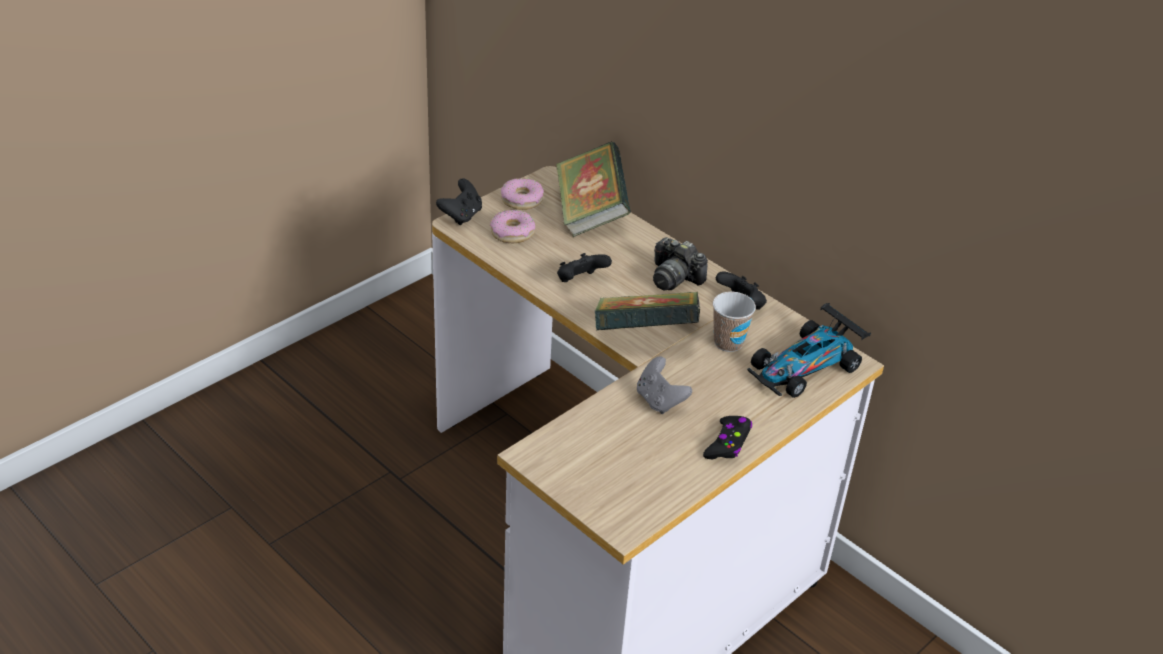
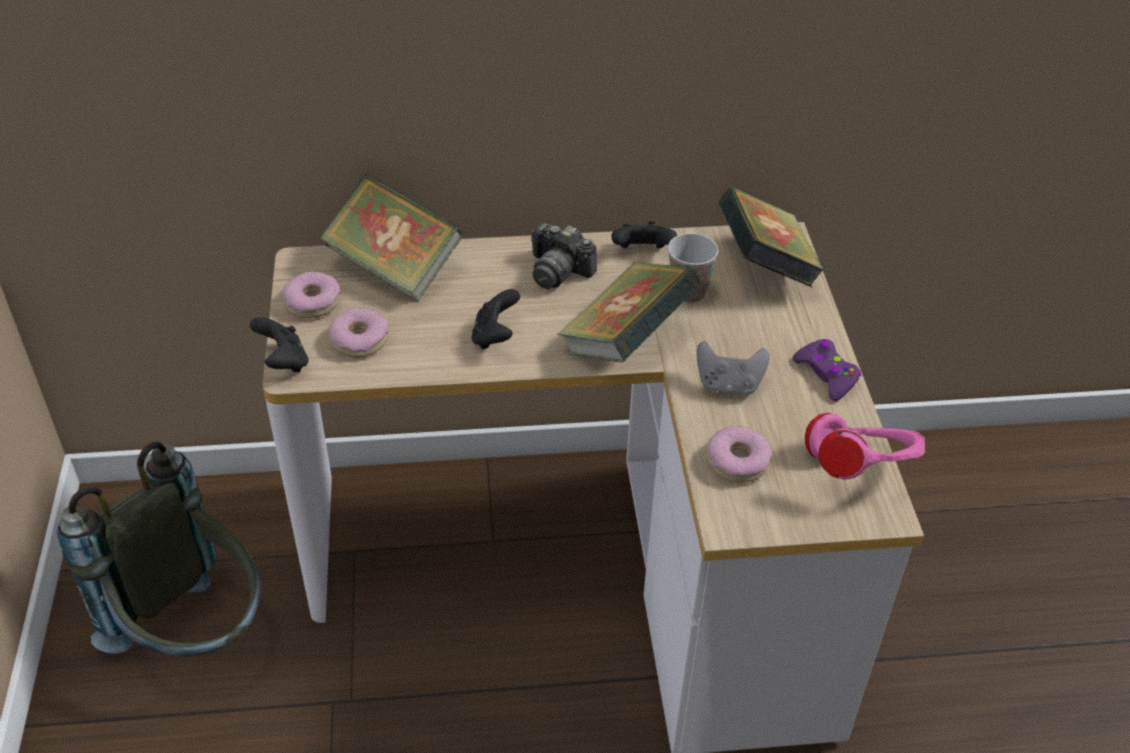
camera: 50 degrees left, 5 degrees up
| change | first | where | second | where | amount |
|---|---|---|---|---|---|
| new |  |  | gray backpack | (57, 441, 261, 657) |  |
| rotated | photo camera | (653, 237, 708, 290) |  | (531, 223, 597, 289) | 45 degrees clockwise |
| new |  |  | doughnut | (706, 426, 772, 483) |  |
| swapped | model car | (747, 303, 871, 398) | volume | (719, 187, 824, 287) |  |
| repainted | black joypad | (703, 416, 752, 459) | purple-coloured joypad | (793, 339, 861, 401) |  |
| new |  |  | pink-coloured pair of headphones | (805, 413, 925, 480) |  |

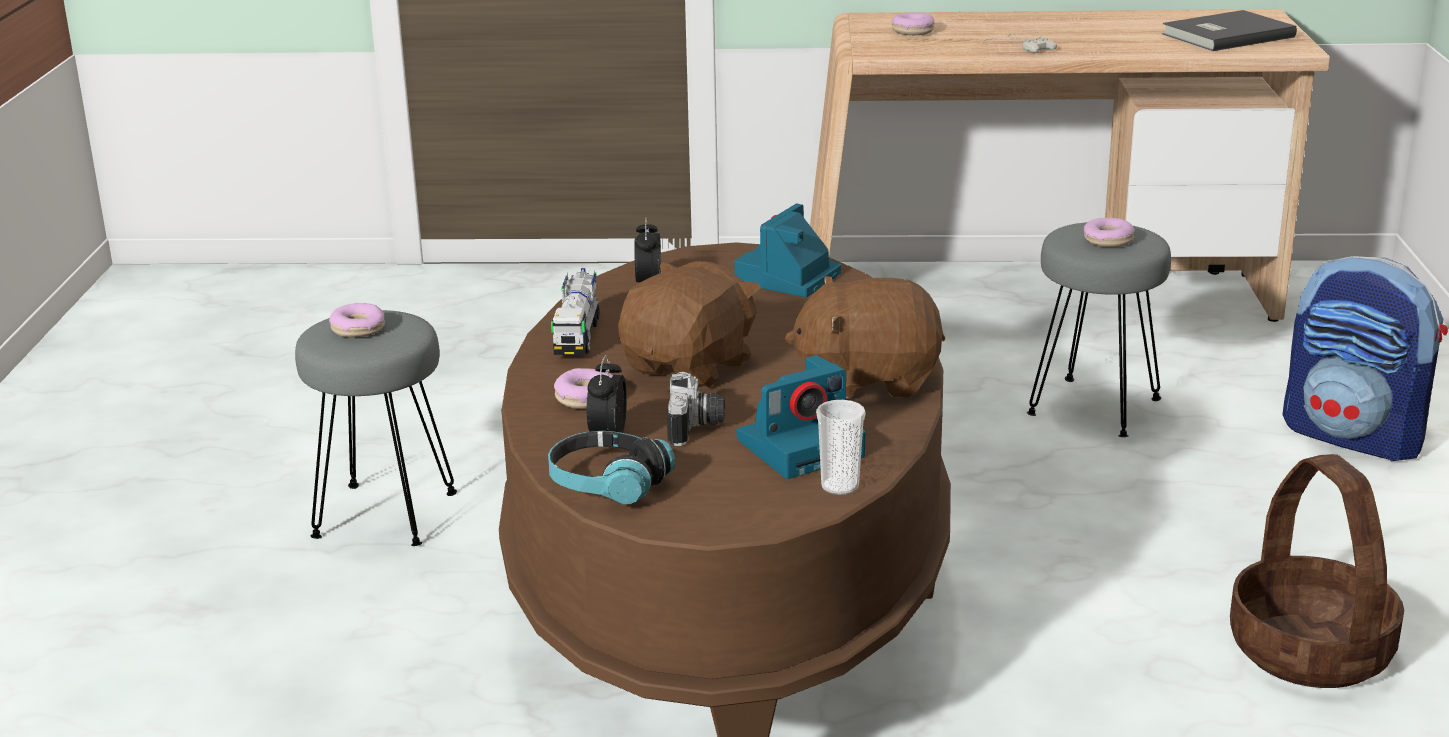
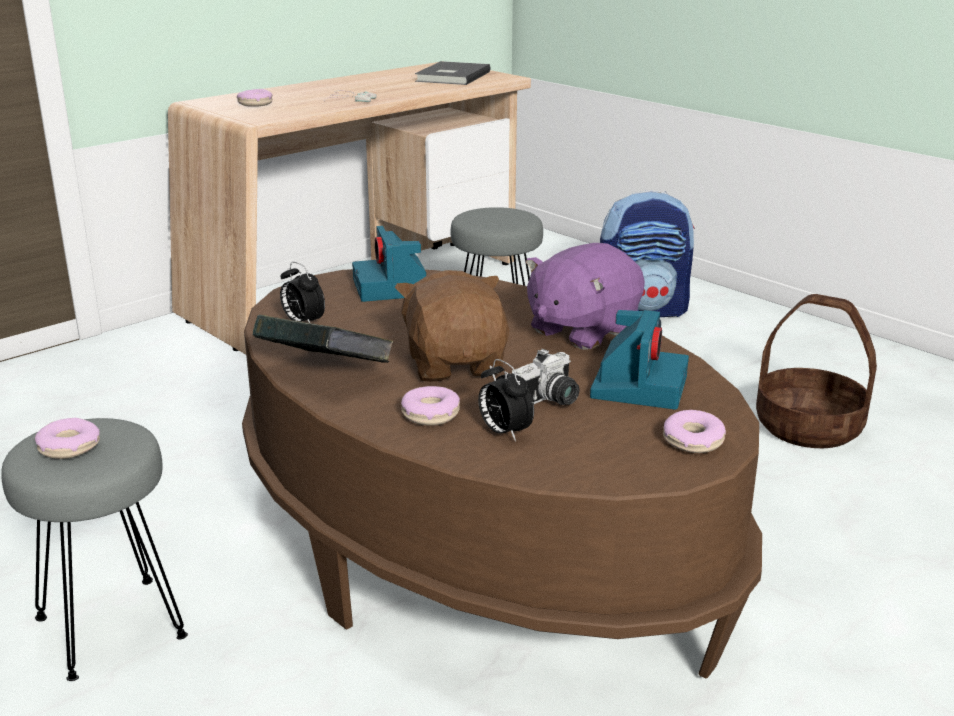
camera: 45 degrees left, 0 degrees up
| change | first | where | second | where | amount |
|---|---|---|---|---|---|
| swapped | toy lorry | (551, 268, 600, 355) | volume | (253, 315, 394, 363) |  |
| rotated | photo camera | (667, 372, 725, 446) |  | (512, 349, 580, 405) | 90 degrees clockwise |
| repainted | brown-coloured plush toy | (785, 276, 945, 398) | purple-coloured plush toy | (526, 243, 645, 350) |  |
| shifted | doughnut | (1084, 218, 1135, 247) |  | (663, 410, 726, 453) |  |
| gone | pair of headphones | (548, 431, 675, 504) |  |  |  |
| gone | cup | (816, 400, 866, 495) |  |  |  |

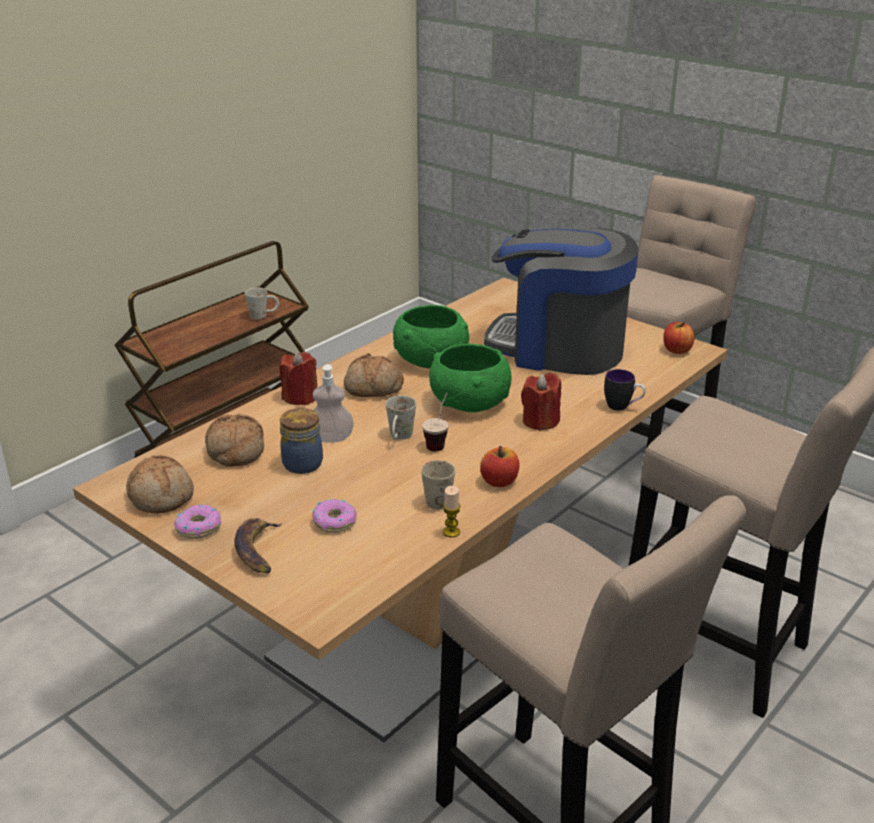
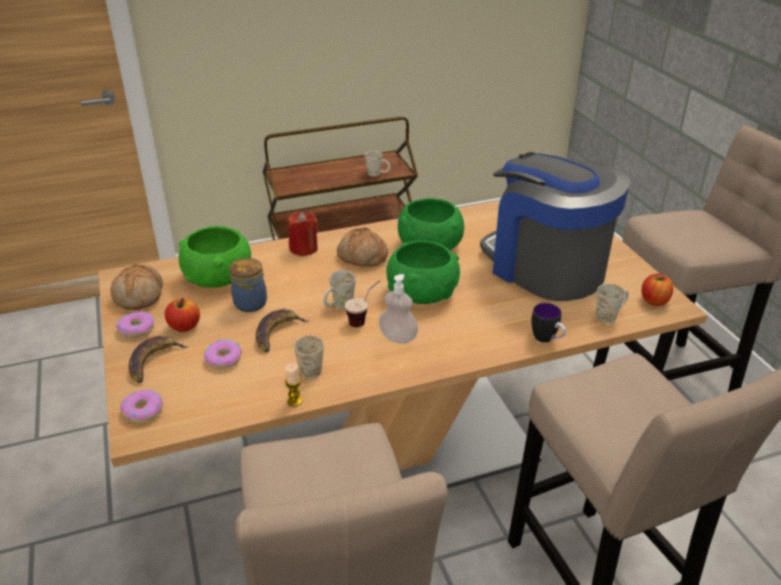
camera: 30 degrees right, 5 degrees up
| change | first | where | second | where | amount |
|---|---|---|---|---|---|
| new |  |  | doughnut | (121, 389, 163, 423) |  |
| shifted | apple | (480, 446, 519, 487) |  | (165, 298, 200, 332) |  |
| swapped | bread | (205, 413, 264, 467) | green bowl | (179, 226, 251, 288) |  |
| new |  |  | banana | (256, 309, 308, 352) |  |
| shifted | soap bottle | (313, 364, 354, 443) |  | (379, 274, 418, 344) |  |
| new |  |  | whitish coffee mug | (596, 284, 629, 323) |  |
| gone | red-coloured wax light | (521, 373, 561, 431) |  |  |  |

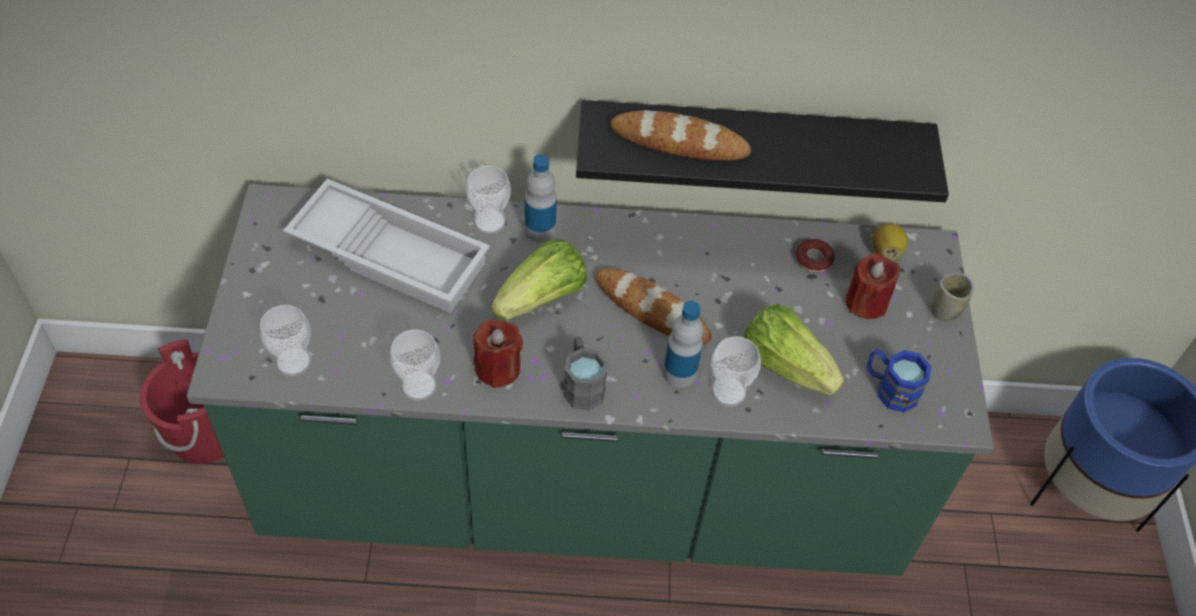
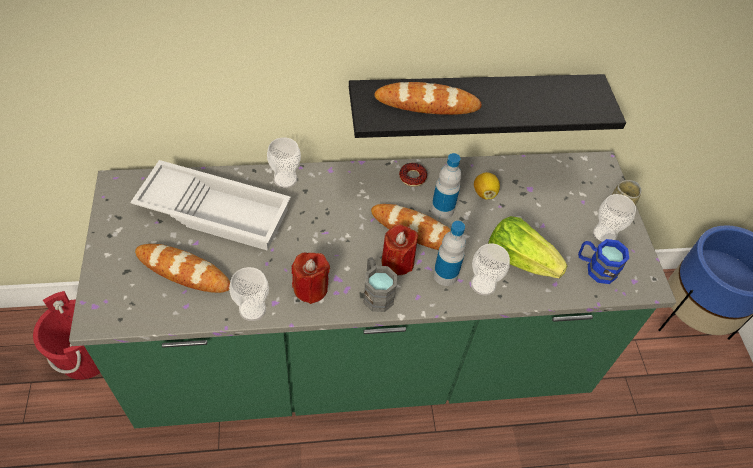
camera: 10 degrees left, 0 degrees up
| change | first | where | second | where | amount |
|---|---|---|---|---|---|
| new |  |  | bread | (135, 244, 230, 293) |  |
| shifted | red-coloured wax light | (845, 253, 900, 319) |  | (381, 224, 418, 275) |  |
| shifted | doughnut | (796, 239, 835, 272) |  | (399, 163, 427, 187) |  |
| shifted | bottle | (525, 154, 557, 243) |  | (431, 153, 461, 219) |  |
| shifted | lemon | (872, 223, 908, 260) |  | (474, 172, 500, 199) |  |
| shifted | cup | (259, 305, 311, 376) |  | (593, 194, 636, 243) |  |
| gone | head of lettuce | (491, 239, 587, 321) |  |  |  |

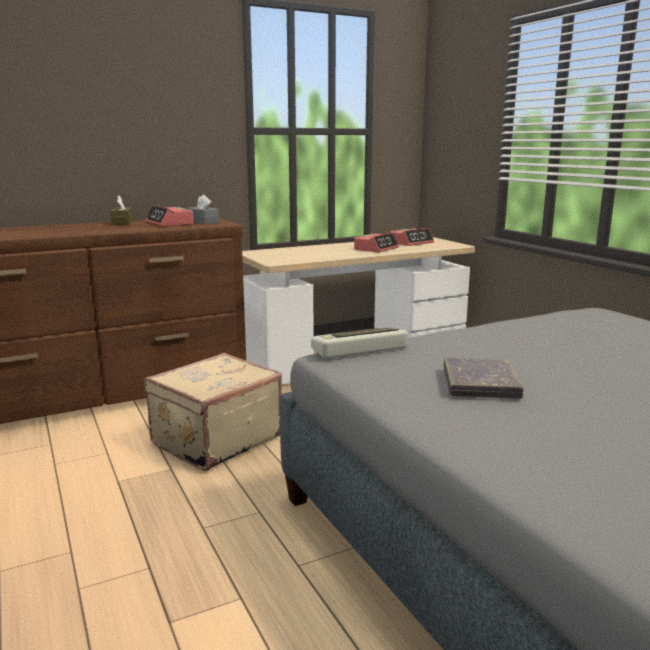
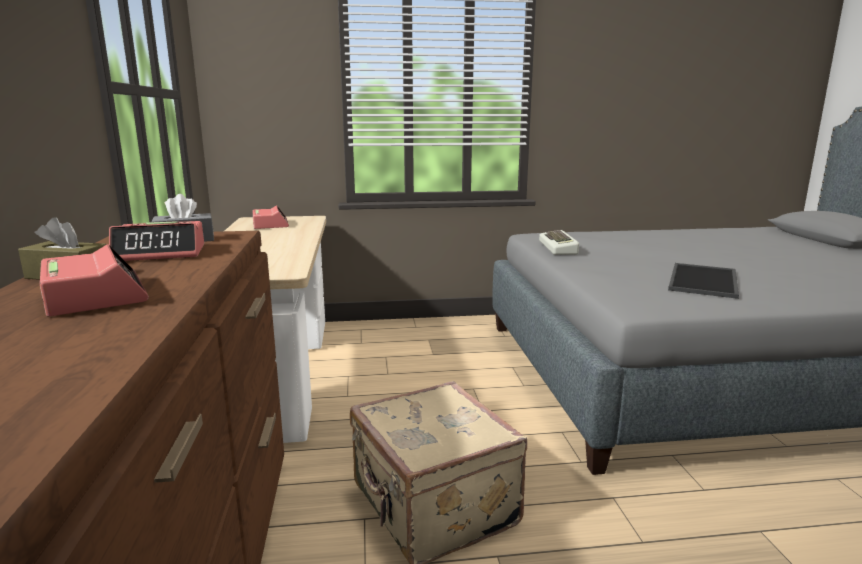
camera: 70 degrees left, 0 degrees up
| change | first | where | second | where | amount |
|---|---|---|---|---|---|
| shifted | table clock | (354, 232, 399, 252) |  | (40, 244, 149, 316) |  |
| shifted | PC keyboard | (311, 327, 408, 359) |  | (539, 230, 579, 255) |  |
| swapped | gray volume | (444, 358, 523, 399) | serving tray | (668, 263, 739, 299) |  |

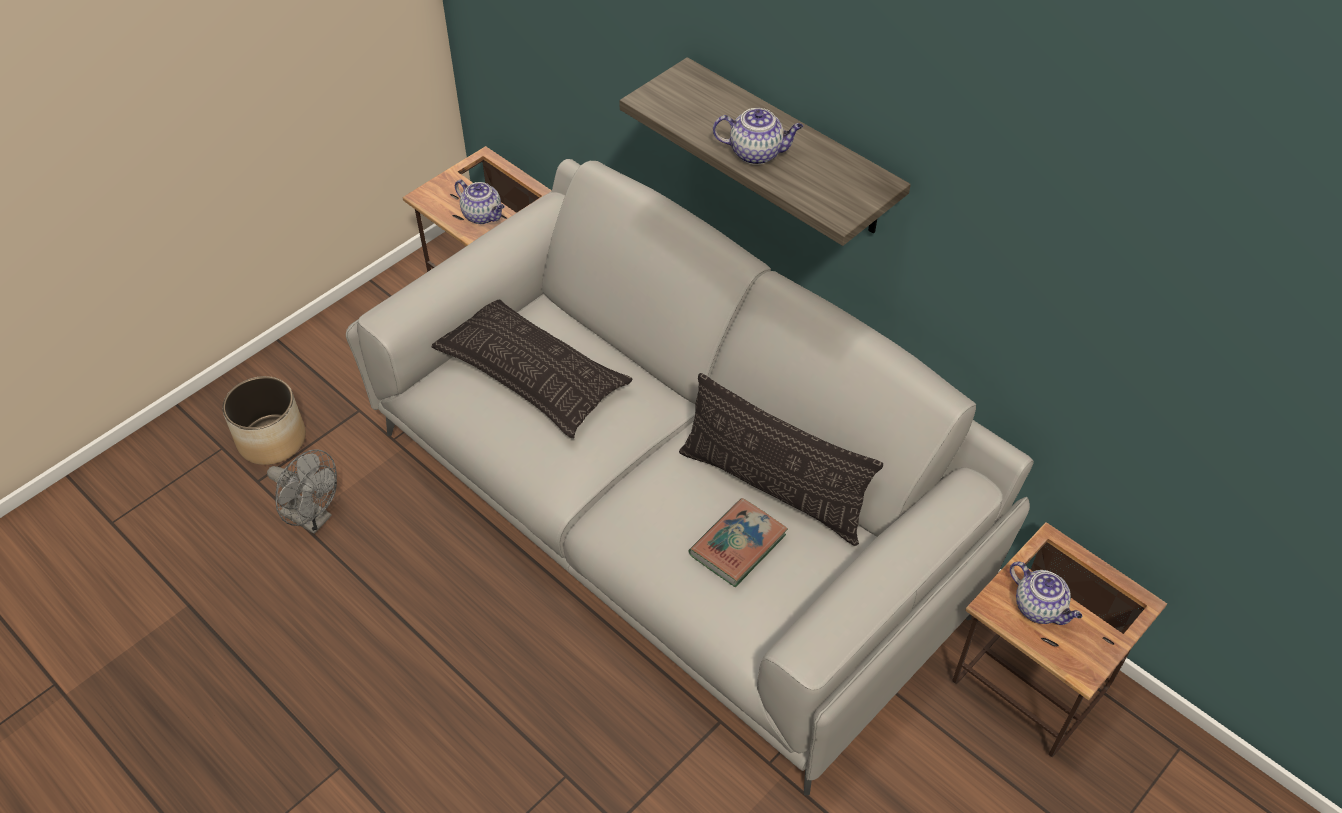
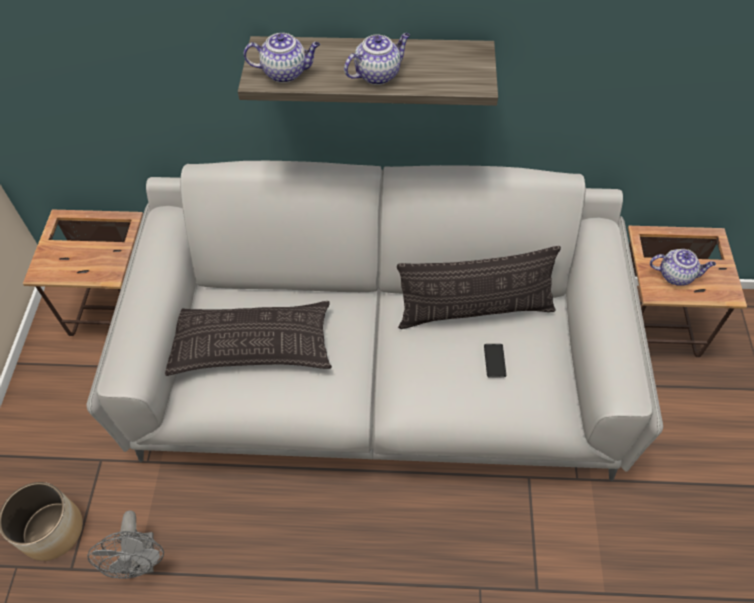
camera: 40 degrees left, 5 degrees up
| change | first | where | second | where | amount |
|---|---|---|---|---|---|
| rotated | gray cooling fan | (267, 449, 337, 534) |  | (87, 511, 164, 579) | 90 degrees clockwise |
| shifted | pot for tea | (455, 180, 505, 224) |  | (244, 33, 320, 83) |  |
| swapped | volume | (688, 498, 788, 587) | handset | (484, 344, 506, 378) |  |

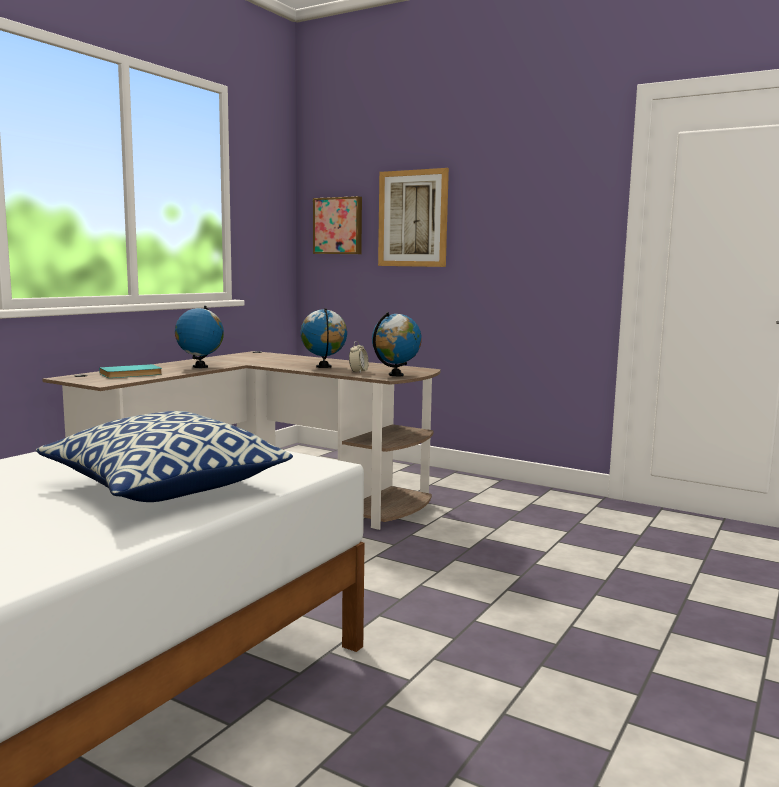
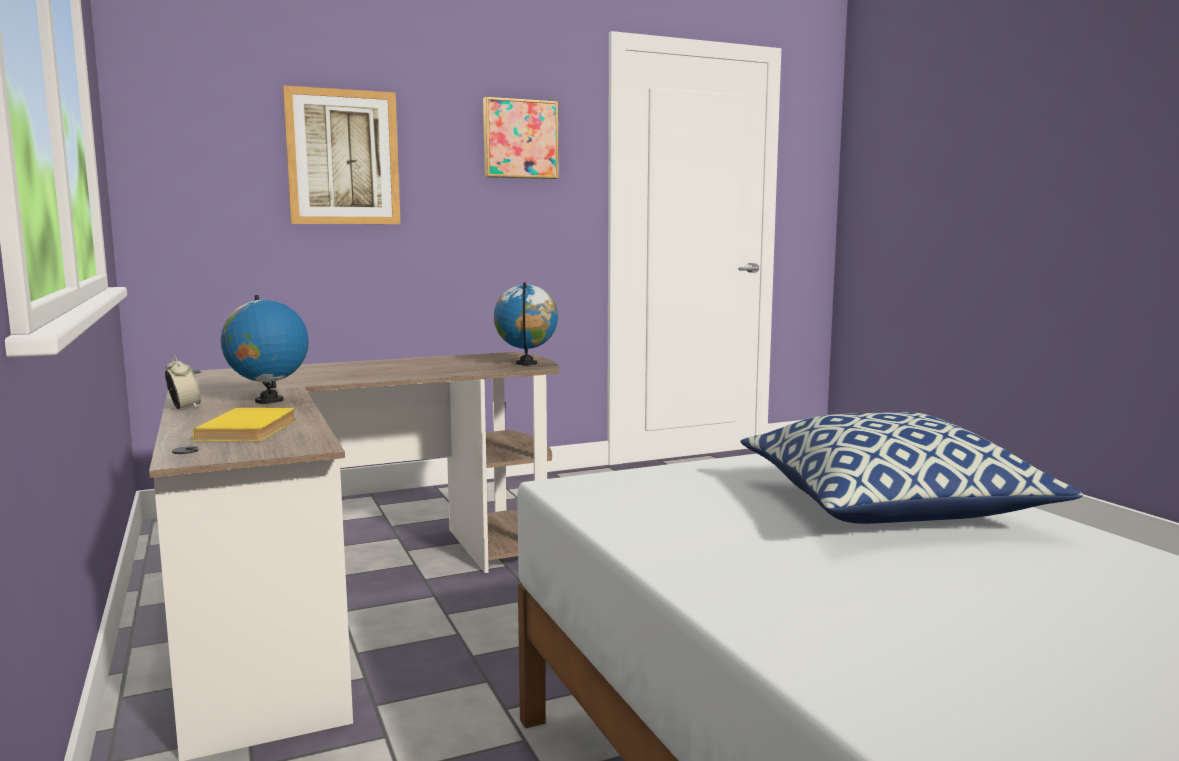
camera: 55 degrees left, 0 degrees up
| change | first | where | second | where | amount |
|---|---|---|---|---|---|
| shifted | table clock | (349, 341, 369, 372) |  | (165, 355, 201, 409) |  |
| repainted | blue-green volume | (99, 364, 162, 378) | yellow volume | (193, 408, 296, 441) |  |
| shifted | wall art | (313, 196, 362, 254) |  | (483, 97, 559, 179) |  |
| gone | world globe | (301, 308, 347, 368) |  |  |  |

